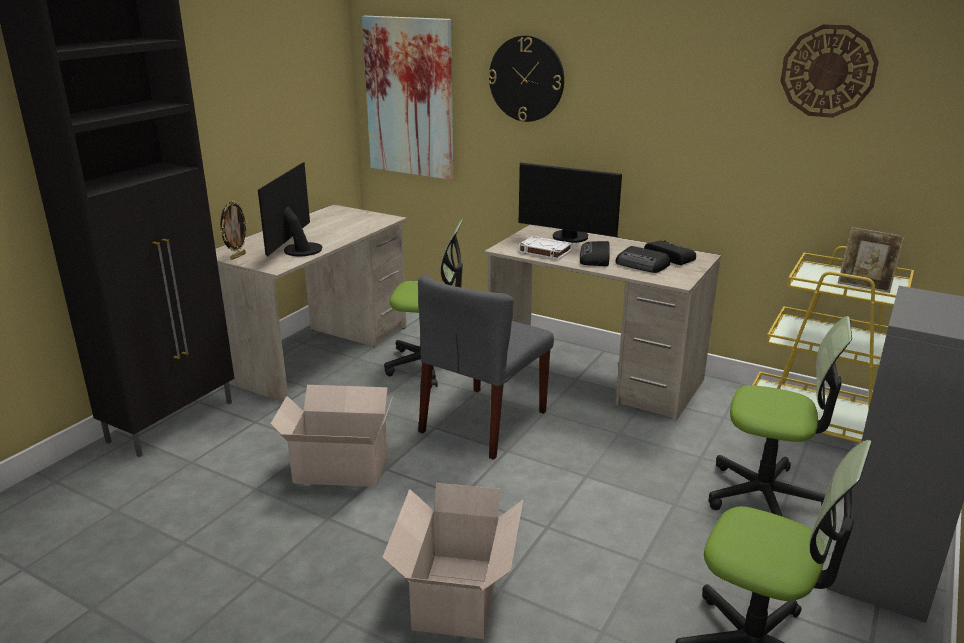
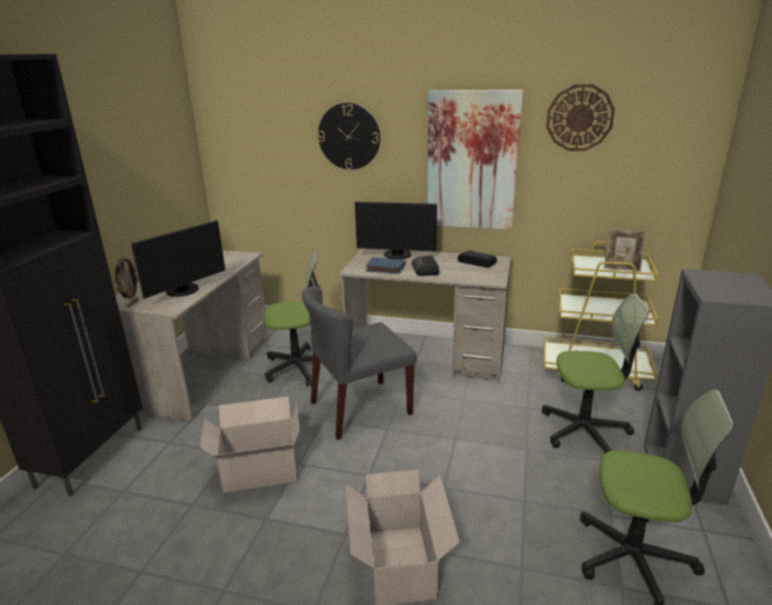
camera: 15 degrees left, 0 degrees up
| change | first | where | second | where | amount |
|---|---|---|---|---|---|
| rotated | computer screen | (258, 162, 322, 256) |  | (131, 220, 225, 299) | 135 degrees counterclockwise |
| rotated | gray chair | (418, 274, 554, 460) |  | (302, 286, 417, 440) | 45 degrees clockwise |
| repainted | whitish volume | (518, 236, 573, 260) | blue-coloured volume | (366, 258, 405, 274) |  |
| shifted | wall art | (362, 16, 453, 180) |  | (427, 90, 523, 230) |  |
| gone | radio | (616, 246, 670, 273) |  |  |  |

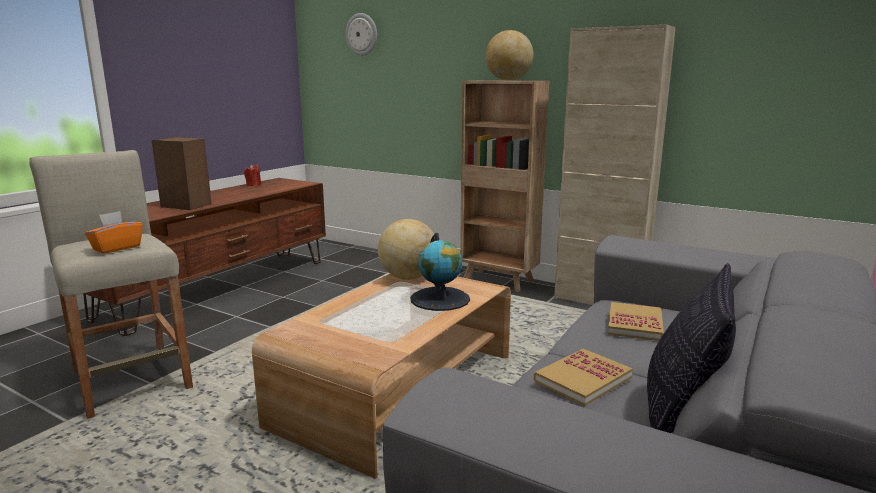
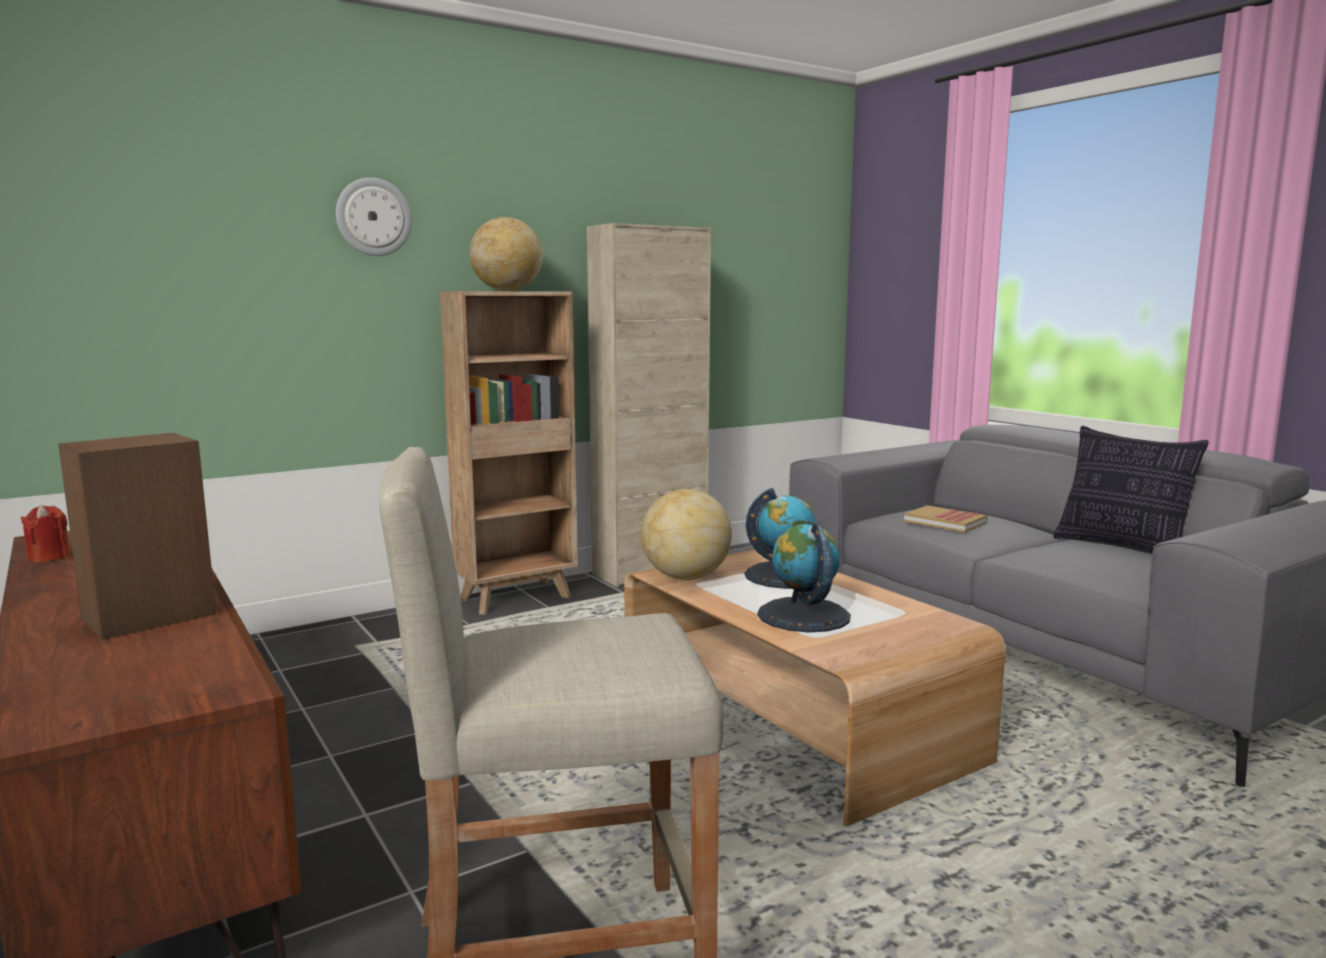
camera: 65 degrees left, 5 degrees down
| change | first | where | second | where | amount |
|---|---|---|---|---|---|
| shifted | clock on the wall | (345, 13, 377, 56) |  | (336, 177, 412, 256) |  |
| new |  |  | world globe | (758, 520, 851, 633) |  |
| gone | orange-coloured tissue holder | (85, 211, 143, 254) |  |  |  |
| gone | volume | (534, 349, 633, 406) |  |  |  |

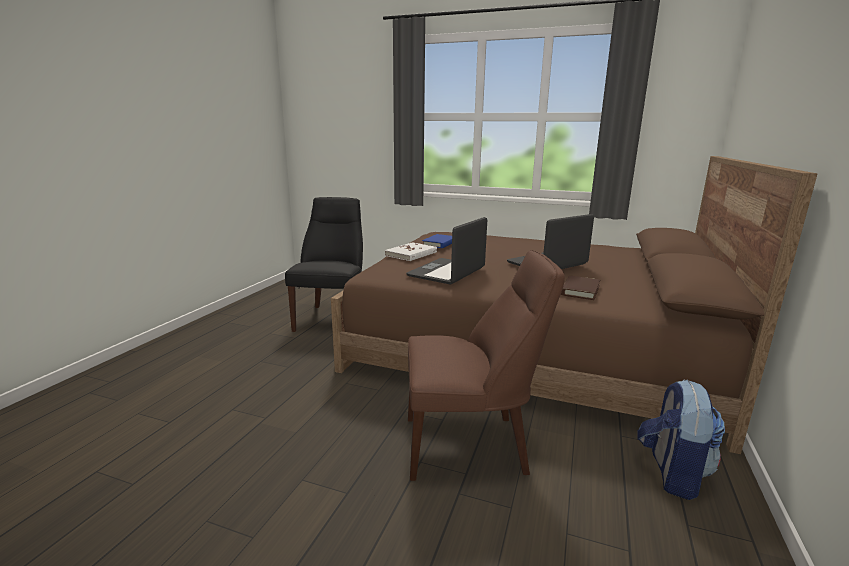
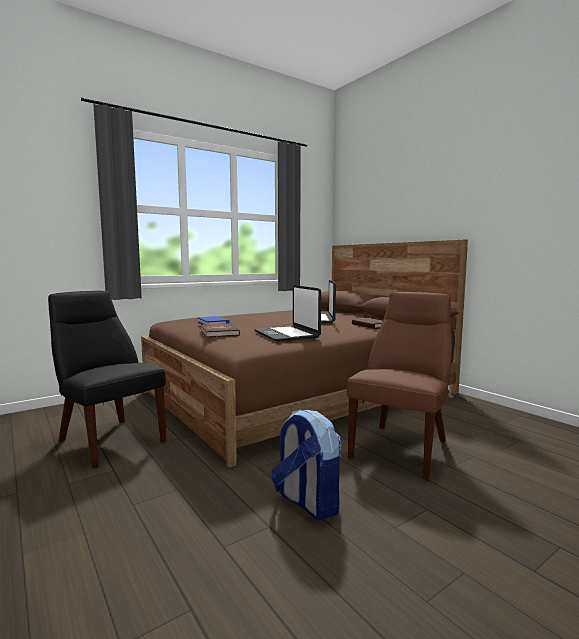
camera: 55 degrees left, 10 degrees down
| change | first | where | second | where | amount |
|---|---|---|---|---|---|
| repainted | whitish volume | (385, 242, 437, 261) | red-coloured volume | (201, 323, 240, 337) |  |
| shifted | backpack | (638, 380, 725, 500) |  | (271, 409, 341, 520) |  |

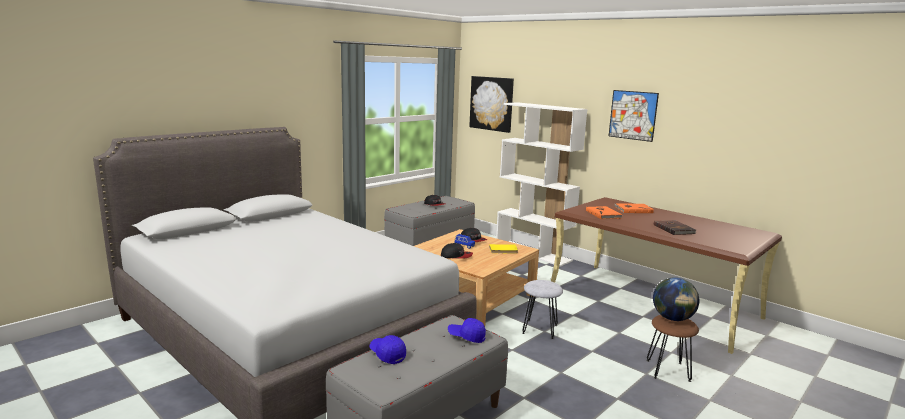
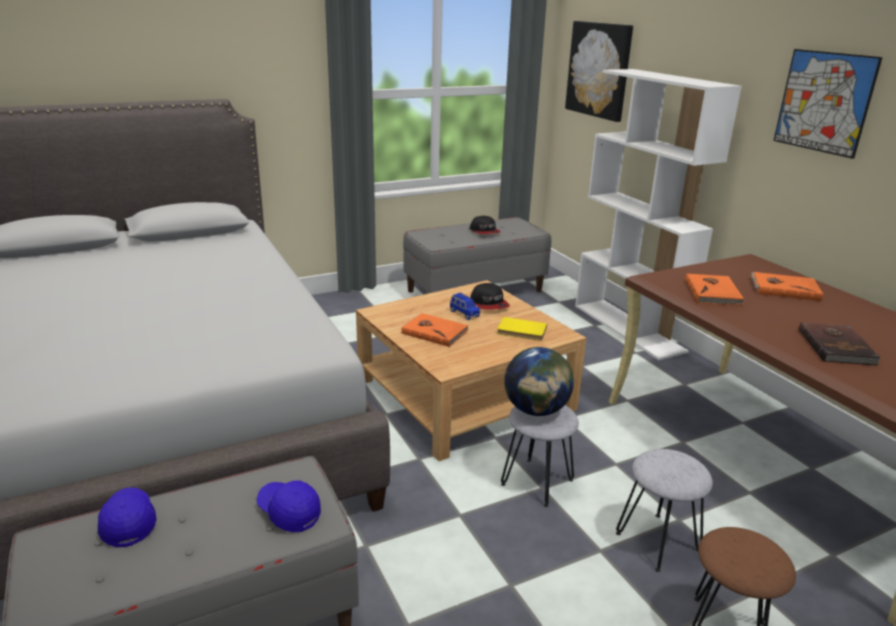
camera: 20 degrees right, 10 degrees up
| change | first | where | second | where | amount |
|---|---|---|---|---|---|
| swapped | peaked cap | (441, 243, 473, 259) | orange-coloured volume | (402, 313, 469, 347) |  |
| shifted | world globe | (653, 277, 699, 321) |  | (504, 347, 574, 416) |  |
| new |  |  | gray sitting stool | (616, 449, 713, 572) |  |

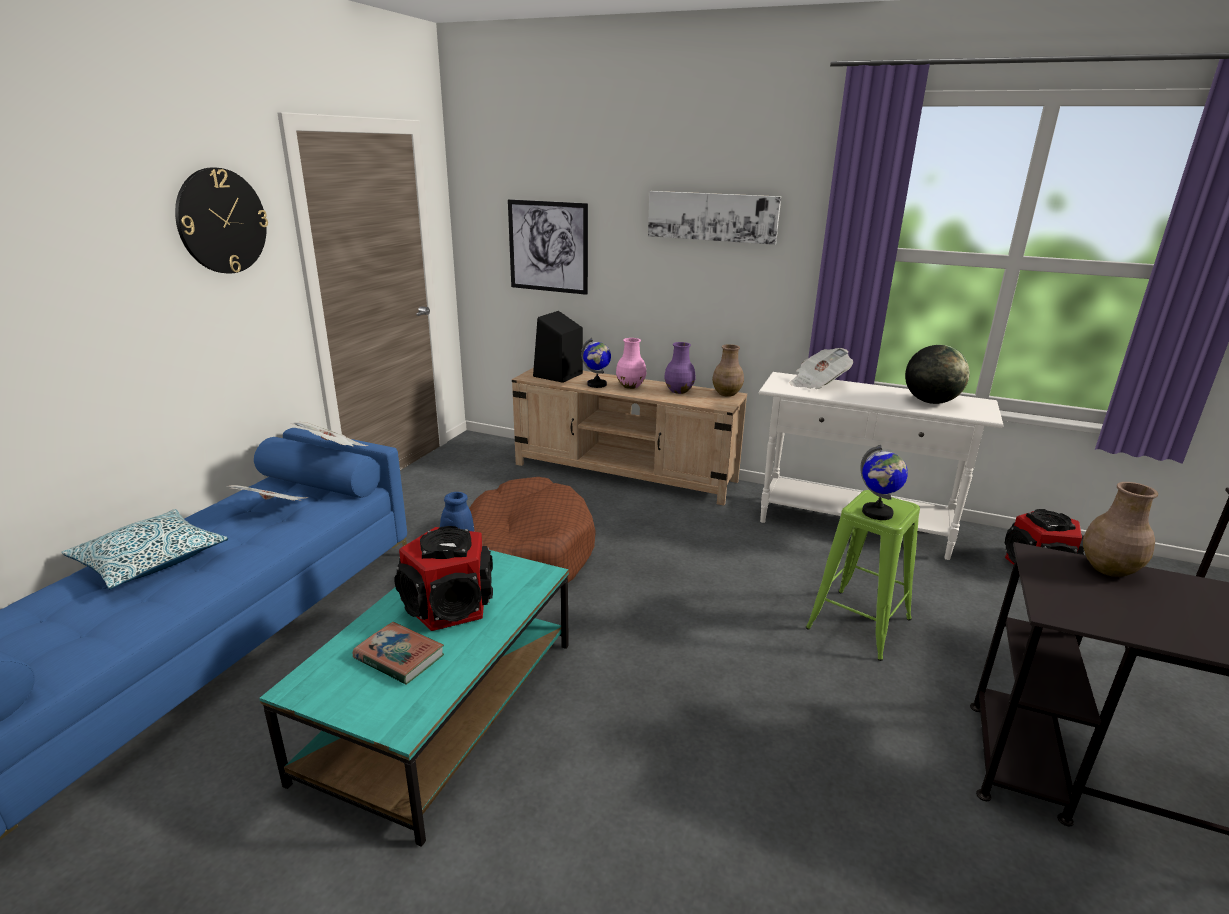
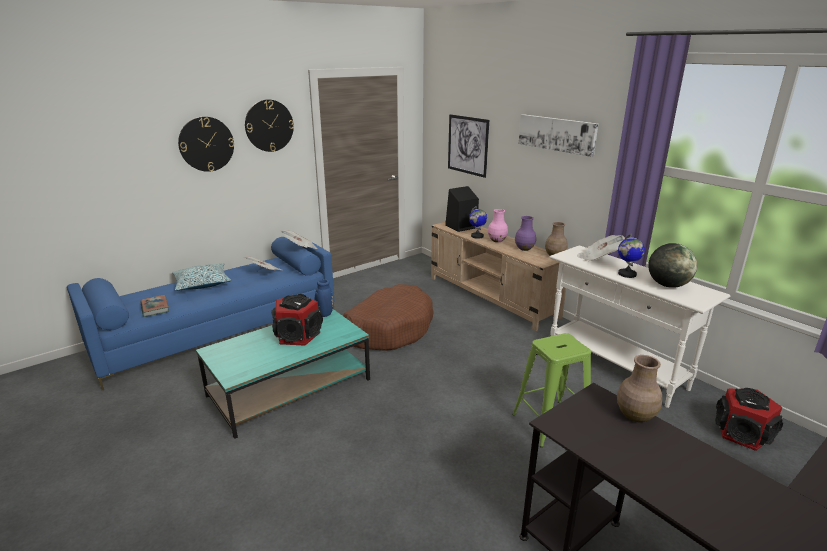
camera: 30 degrees right, 0 degrees up
| change | first | where | second | where | amount |
|---|---|---|---|---|---|
| shifted | volume | (353, 622, 444, 685) |  | (141, 295, 169, 317) |  |
| new |  |  | clock on the wall | (178, 116, 234, 172) |  |
| shifted | world globe | (860, 445, 908, 520) |  | (618, 233, 645, 278) |  |

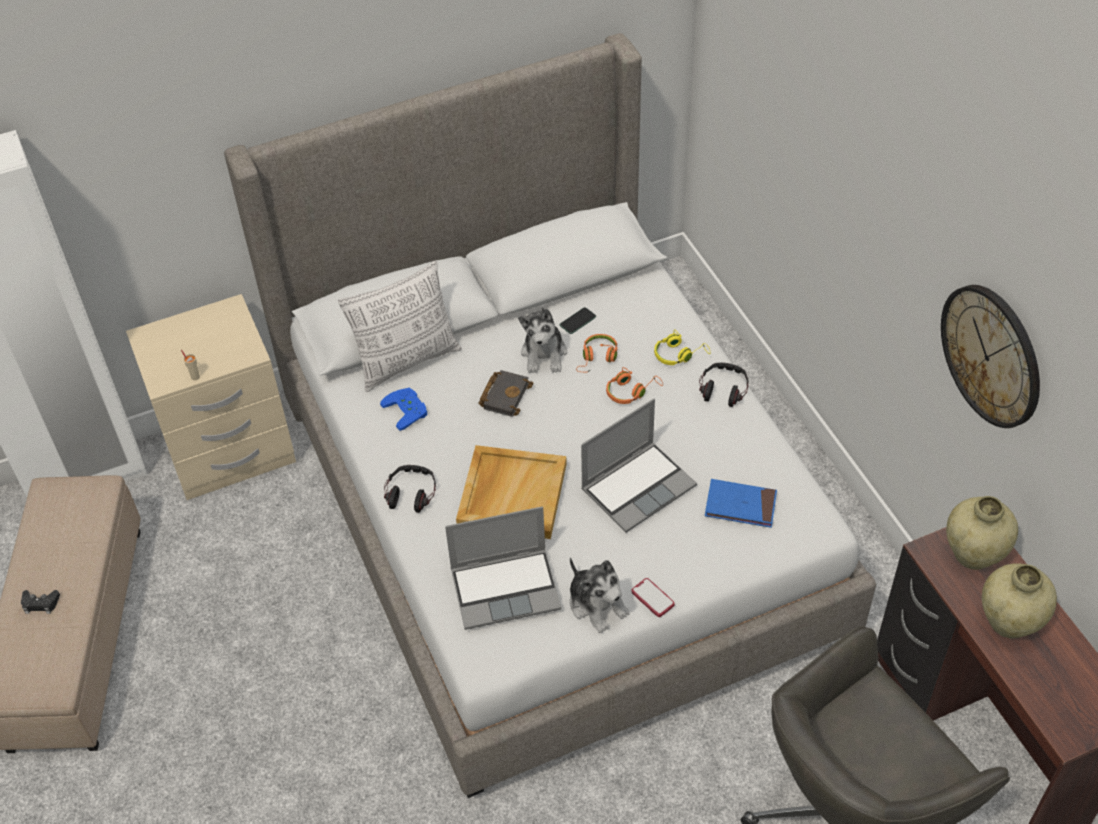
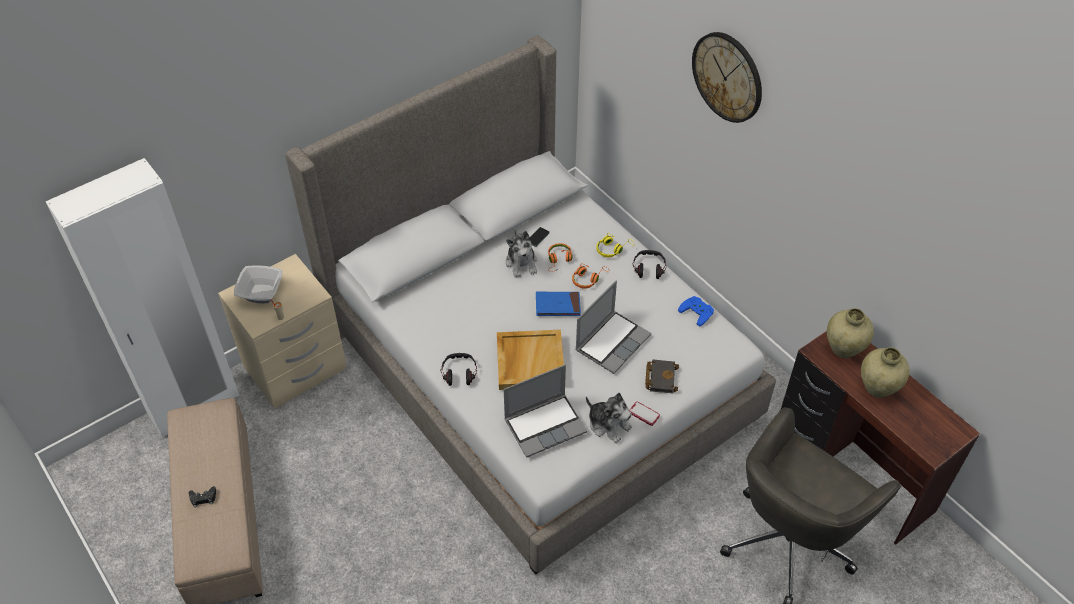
camera: 15 degrees left, 0 degrees up
| change | first | where | second | where | amount |
|---|---|---|---|---|---|
| new |  |  | bowl | (234, 265, 282, 303) |  |
| shifted | blue-coloured volume | (705, 479, 777, 528) |  | (536, 292, 581, 316) |  |
| shifted | black volume | (478, 370, 534, 417) |  | (645, 360, 679, 394) |  |
| shifted | blue-coloured joypad | (380, 388, 428, 431) |  | (678, 296, 714, 326) |  |
| shifted | clock on the wall | (941, 285, 1040, 428) |  | (692, 32, 762, 123) |  |
| gone | cushion | (338, 261, 462, 392) |  |  |  |

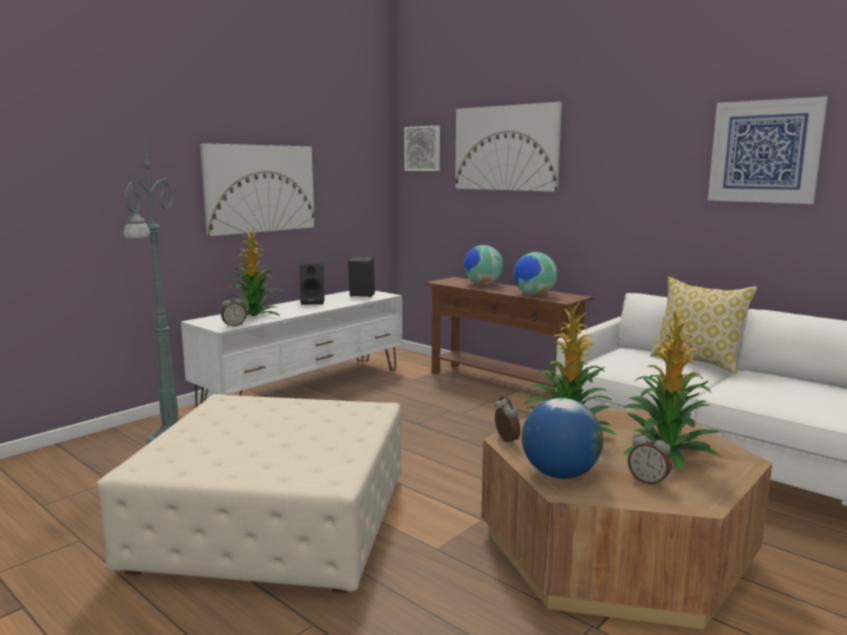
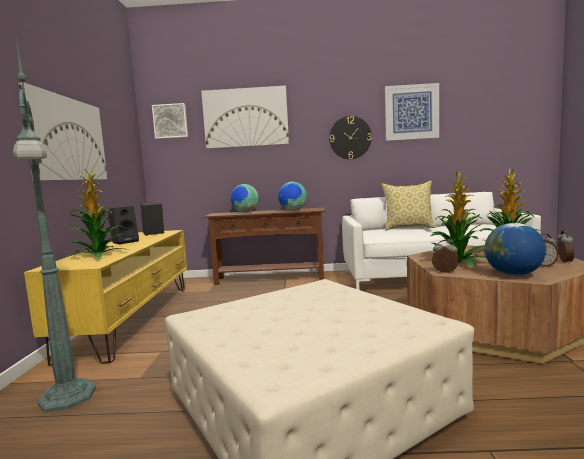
camera: 40 degrees left, 5 degrees down
| change | first | where | second | where | amount |
|---|---|---|---|---|---|
| repainted | whitish tv unit | (181, 291, 402, 407) | yellow tv unit | (24, 230, 187, 366) |  |
| new |  |  | clock on the wall | (329, 116, 372, 159) |  |
| shifted | table clock | (221, 295, 246, 327) |  | (557, 230, 574, 264) |  |

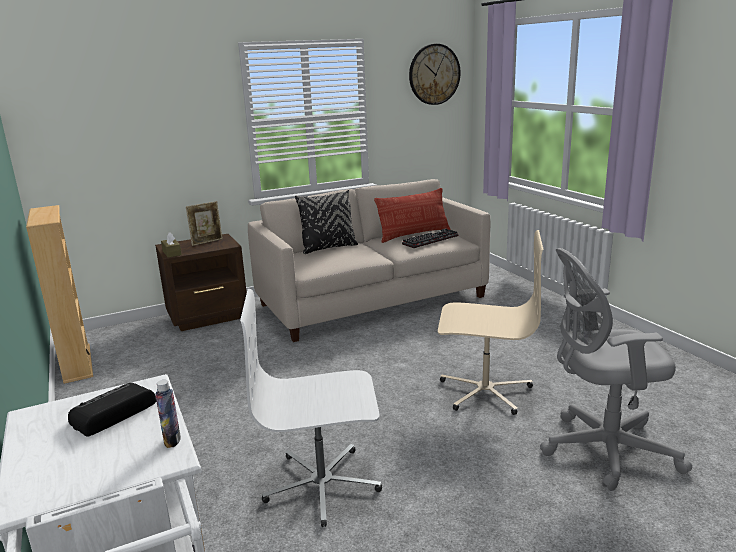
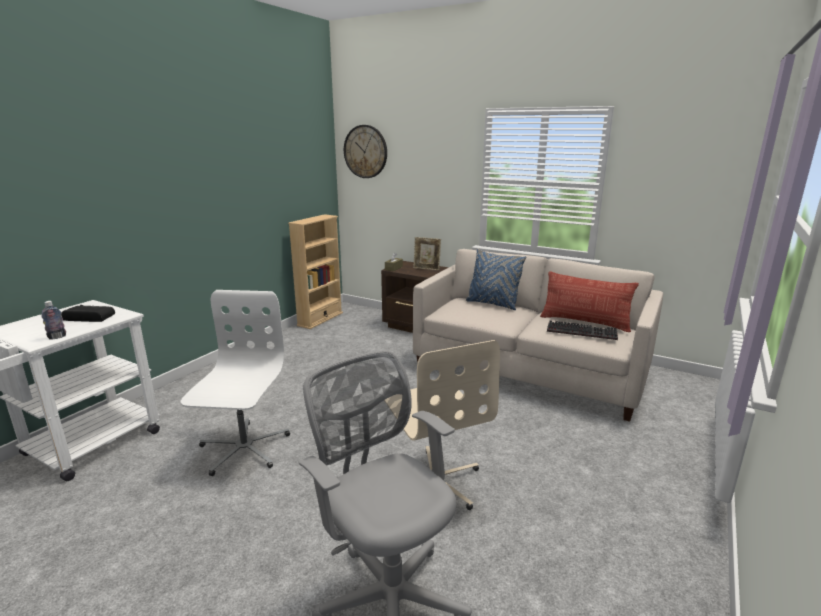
camera: 55 degrees right, 0 degrees up
| change | first | where | second | where | amount |
|---|---|---|---|---|---|
| rotated | whitish computer chair | (240, 289, 382, 527) |  | (180, 290, 290, 476) | 45 degrees clockwise |
| shifted | clock on the wall | (409, 44, 461, 105) |  | (344, 125, 387, 178) |  |
| repainted | black cushion | (295, 190, 358, 254) | blue-coloured cushion | (466, 249, 526, 310) |  |

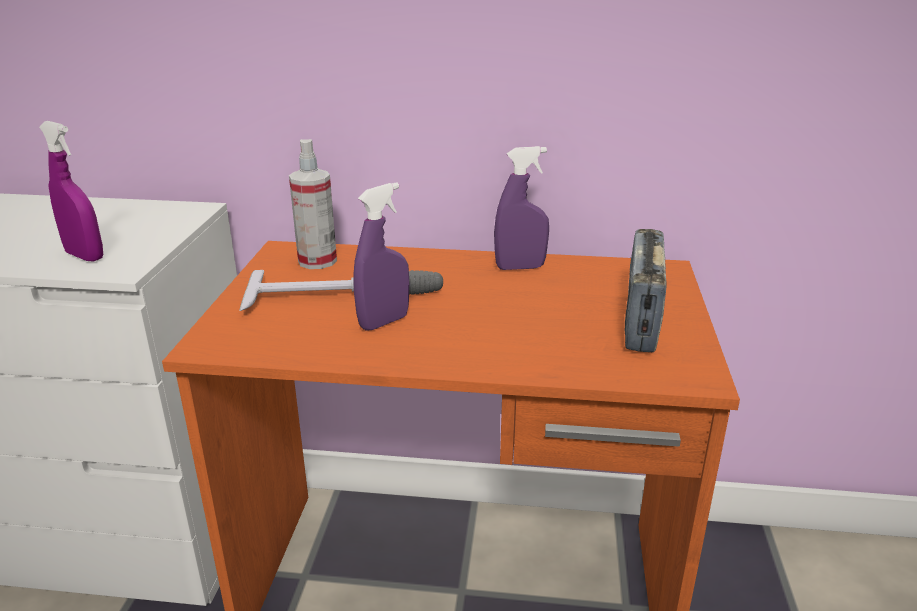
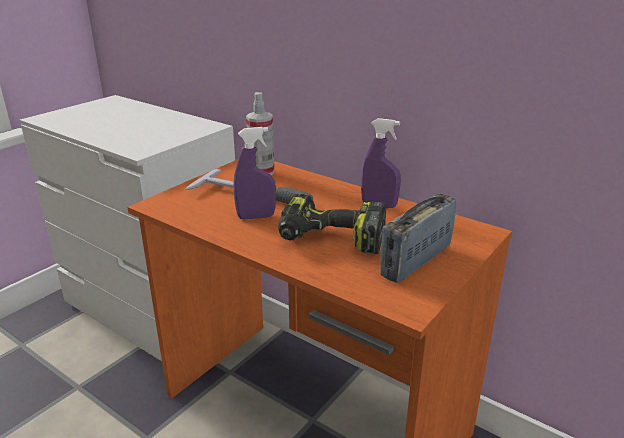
camera: 30 degrees right, 0 degrees up
| change | first | where | second | where | amount |
|---|---|---|---|---|---|
| new |  |  | electric drill | (278, 194, 387, 254) |  |
| gone | purple-coloured spray bottle | (39, 121, 103, 261) |  |  |  |

